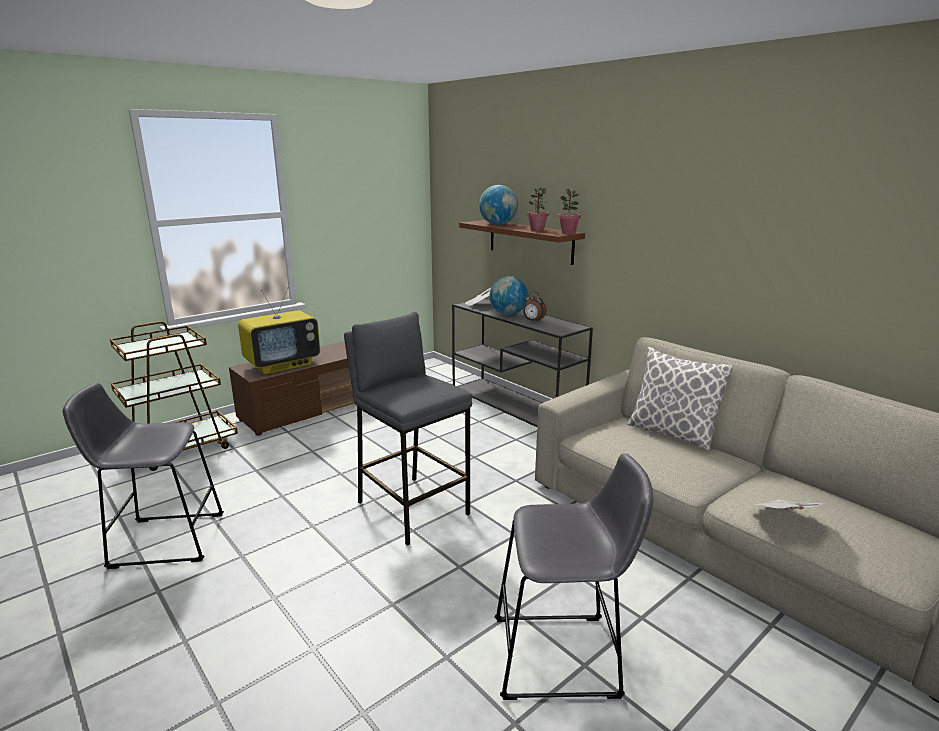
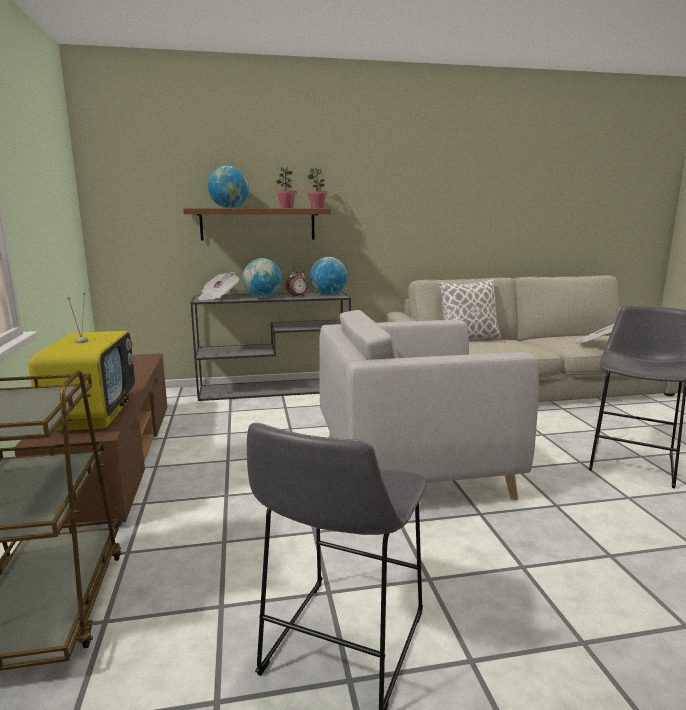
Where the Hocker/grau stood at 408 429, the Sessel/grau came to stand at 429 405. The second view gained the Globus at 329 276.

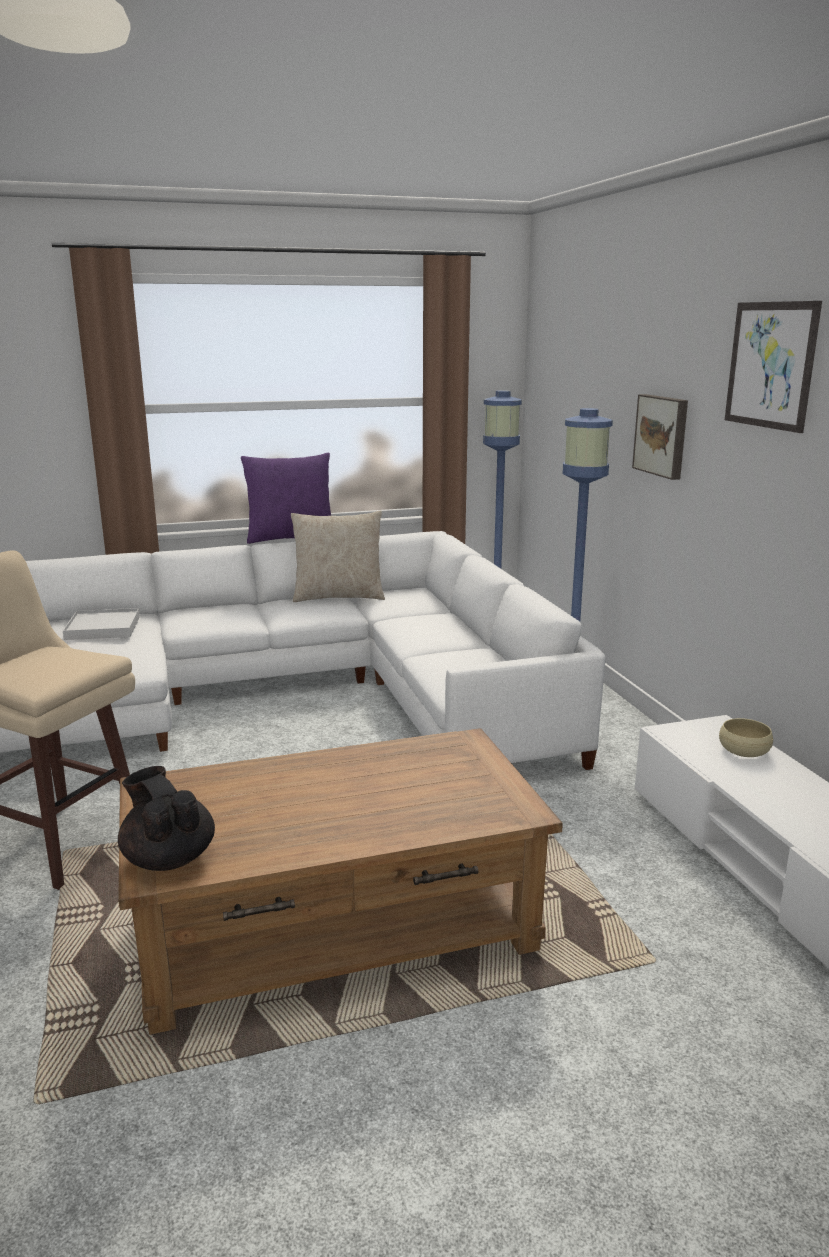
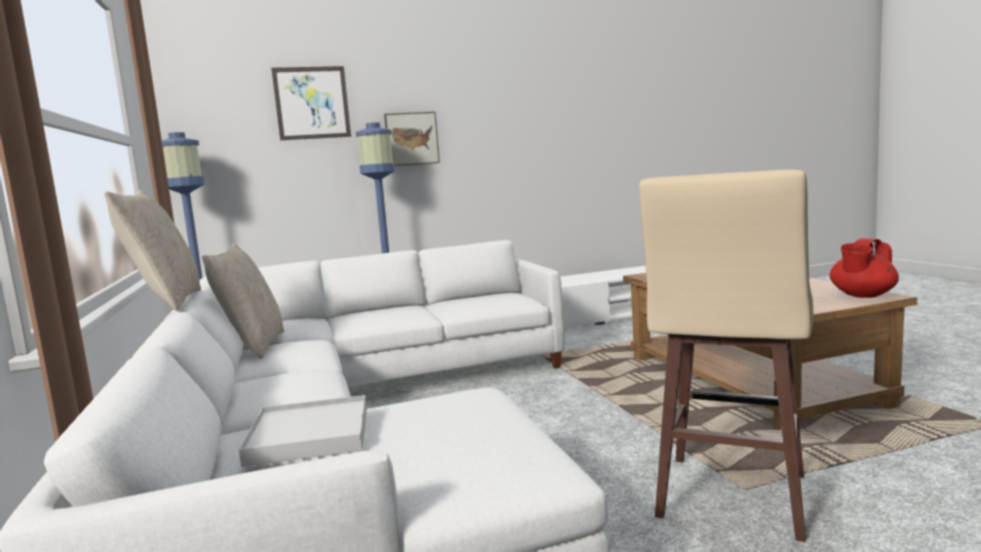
What was the Teekanne/schwarz at 166 818 turned into the Teekanne/rot at 864 268. What was the Kissen/lila at 286 498 turned into the Kissen/beige at 152 250. The second view lost the Schüssel/beige at 746 737. The Bild ended up elsewhere, having gone from 773 367 to 311 103.

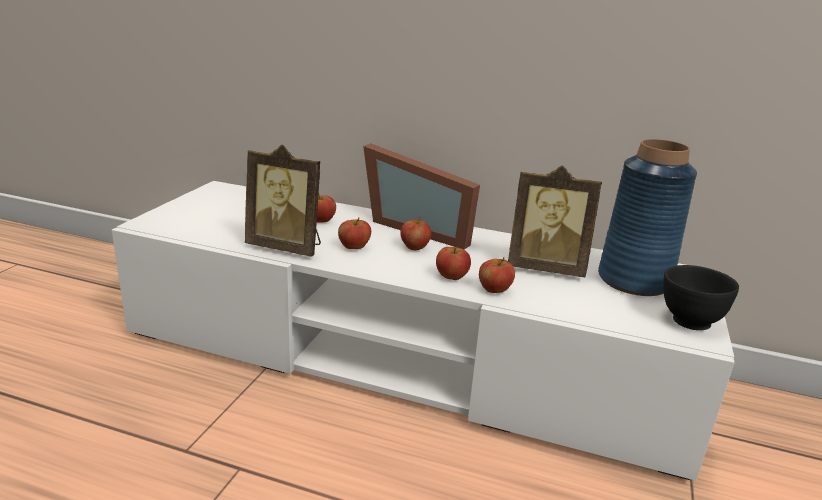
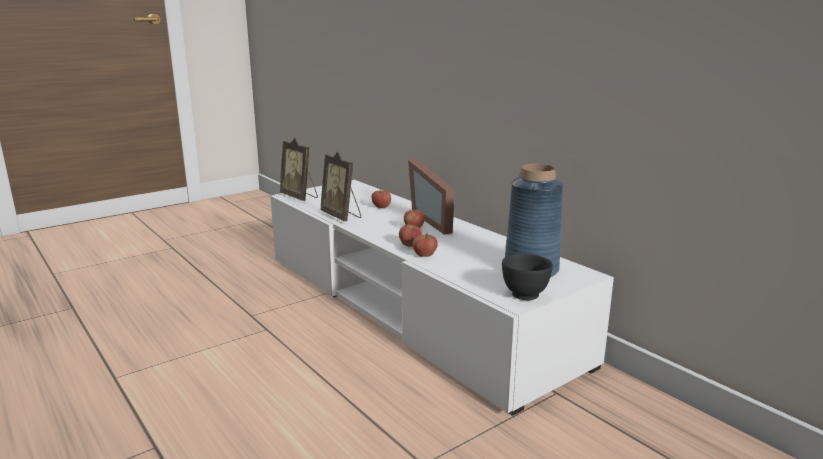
The second view lost the Apfel at 354 233. The Bilderrahmen ended up elsewhere, having gone from 555 221 to 299 169.

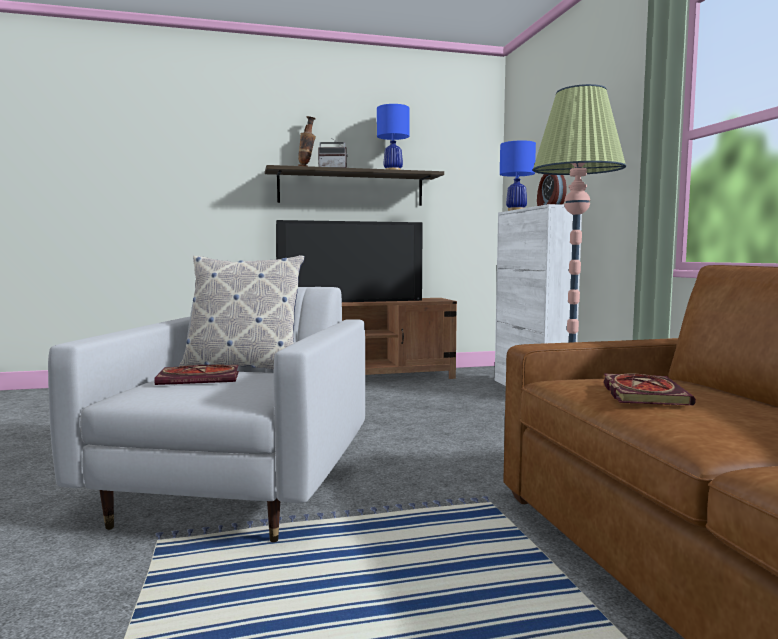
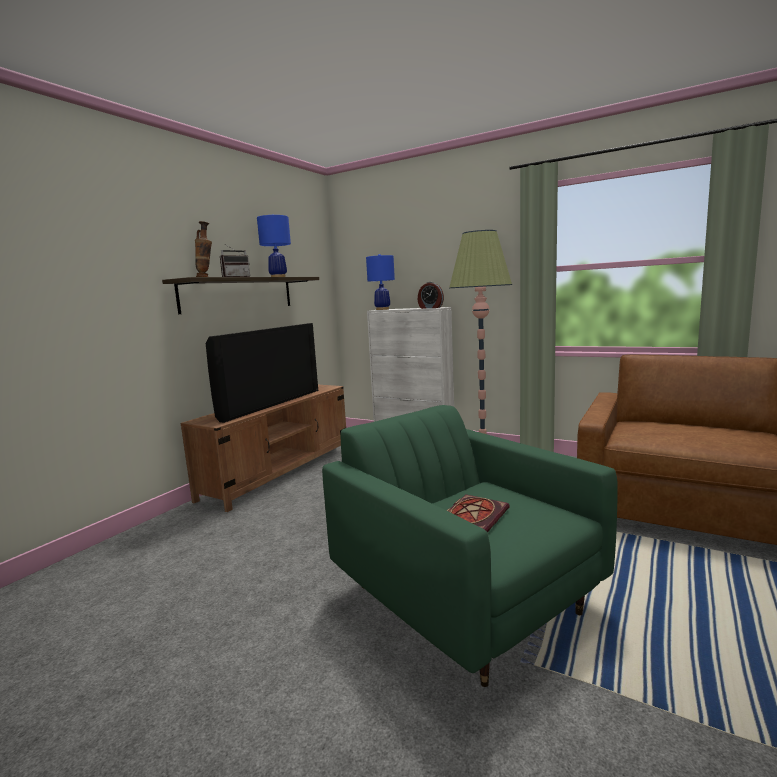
What was the Sessel/weiß at 206 414 turned into the Sessel/grün at 470 546. The second view lost the Kissen at 242 312. The second view lost the Buch at 649 389.

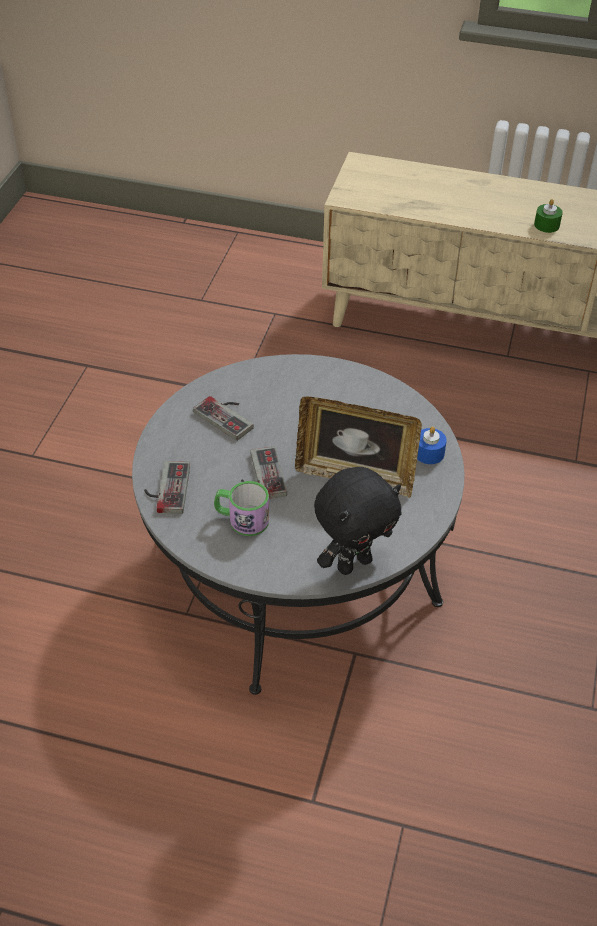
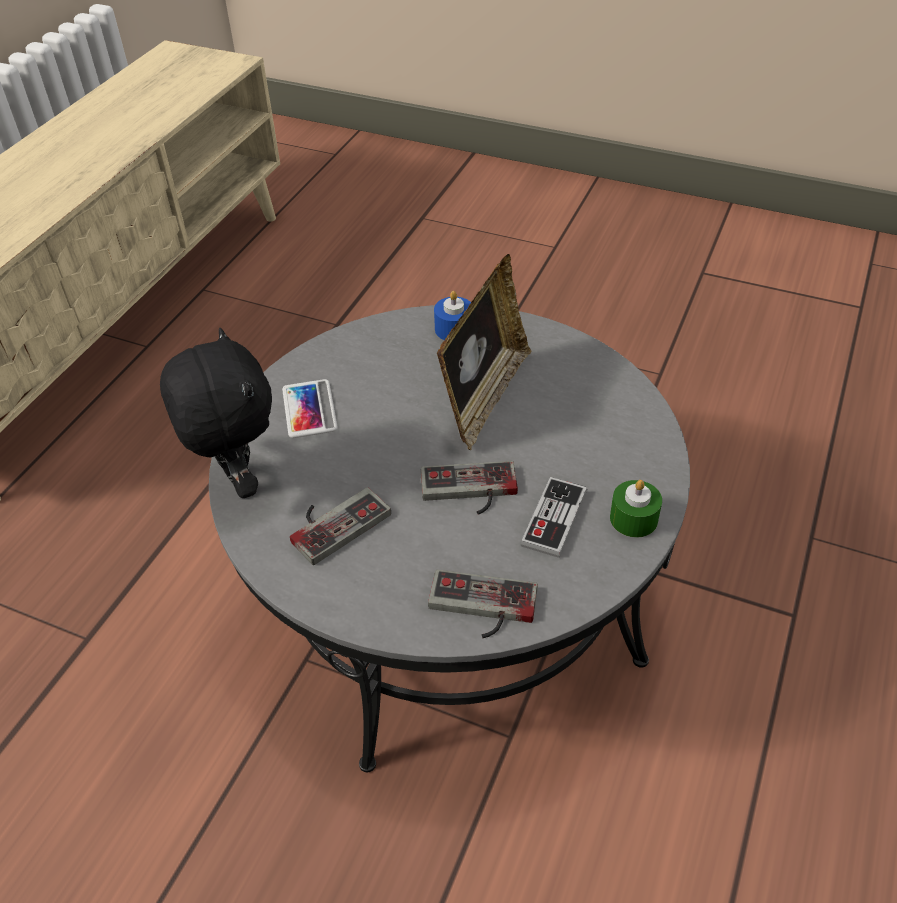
Where the Henkelbecher stood at 241 508, the Gamepad came to stand at 554 517. The Plüschtier/schwarz ended up elsewhere, having gone from 357 521 to 216 413. The Kerze/grün ended up elsewhere, having gone from 548 216 to 636 509. The second view gained the Handy at 310 408.

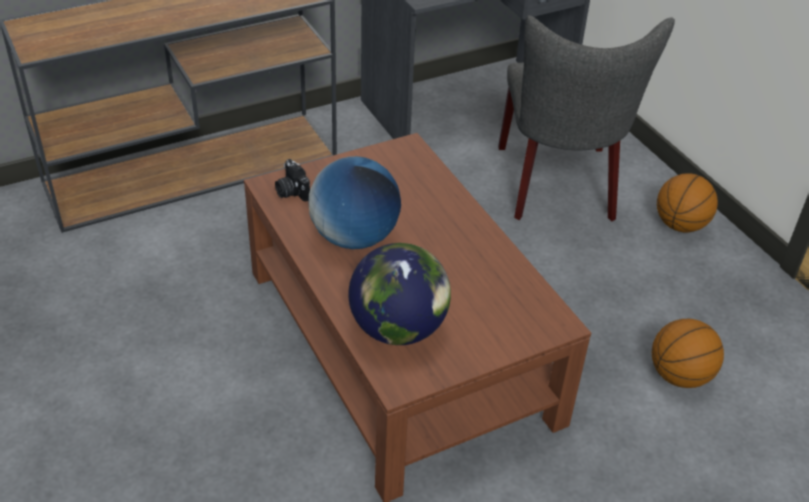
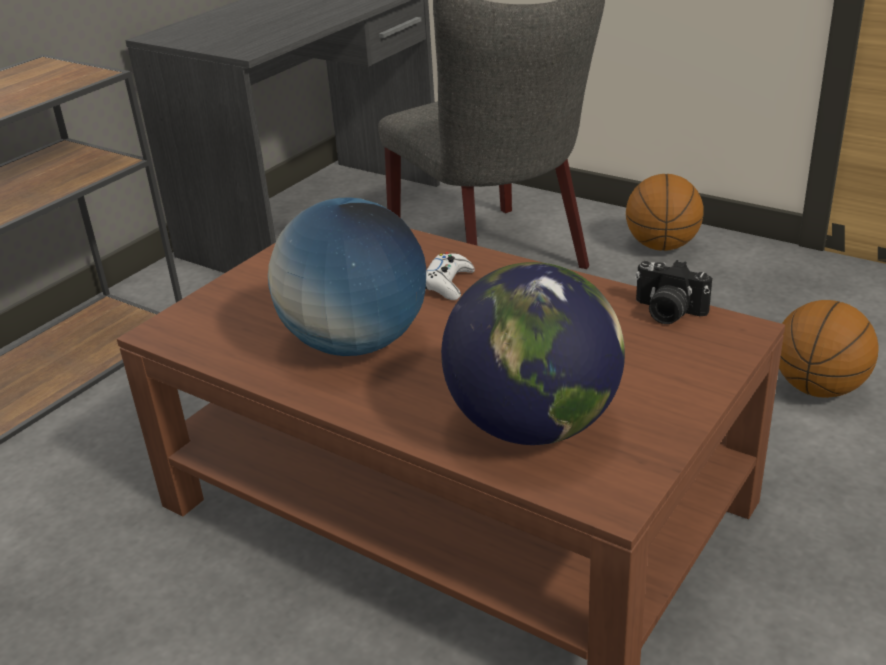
The Kamera ended up elsewhere, having gone from 292 180 to 673 292. The second view gained the Gamepad/weiß at 450 276.

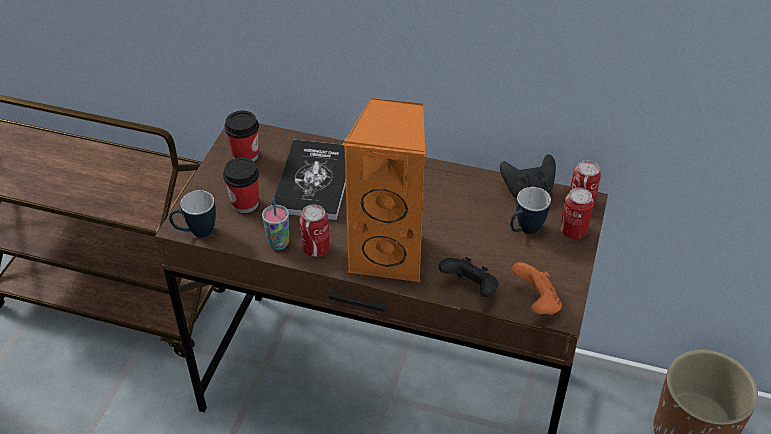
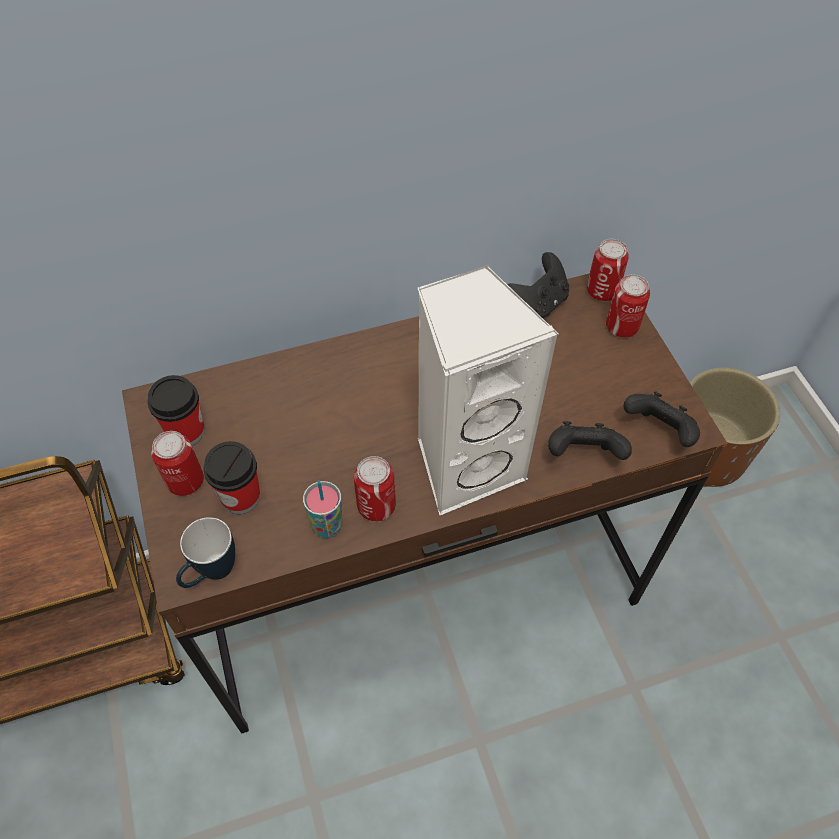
The second view lost the Buch at 309 180. What was the Lautsprecher/orange at 383 189 turned into the Lautsprecher/weiß at 488 389. The second view lost the Henkelbecher at 530 210. What was the Gamepad/orange at 537 288 turned into the Gamepad/schwarz at 661 419. The second view gained the Dose at 177 463.

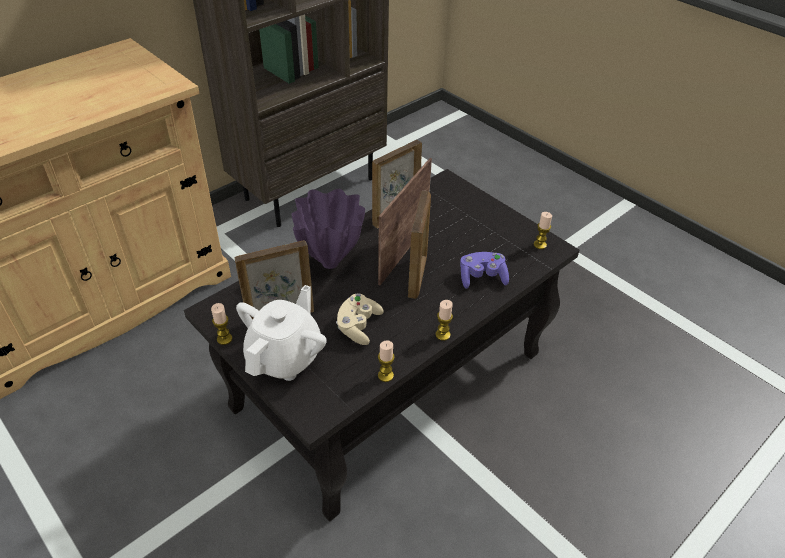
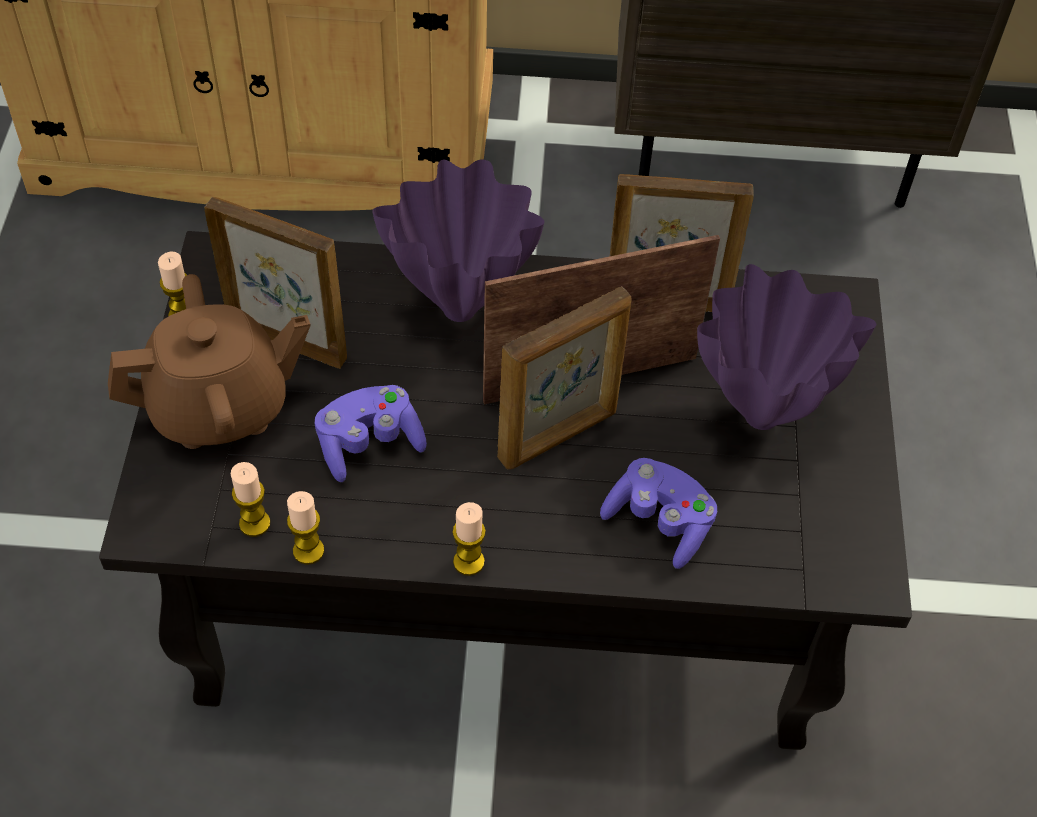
What was the Teekanne/weiß at 281 333 turned into the Teekanne/braun at 209 361. What was the Gamepad/beige at 360 319 turned into the Gamepad/lila at 371 433. The Kerze ended up elsewhere, having gone from 543 230 to 251 499. The second view gained the Vase/lila at 786 347.

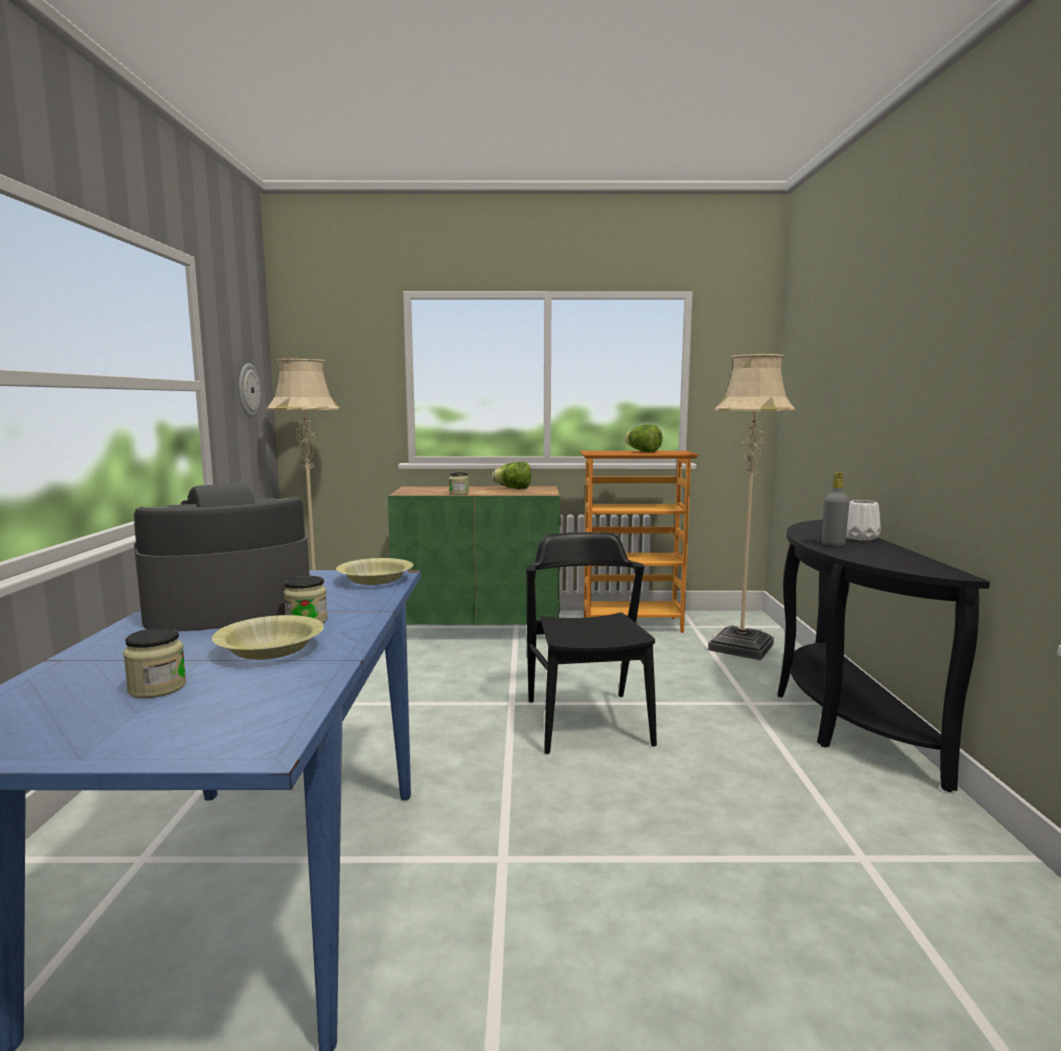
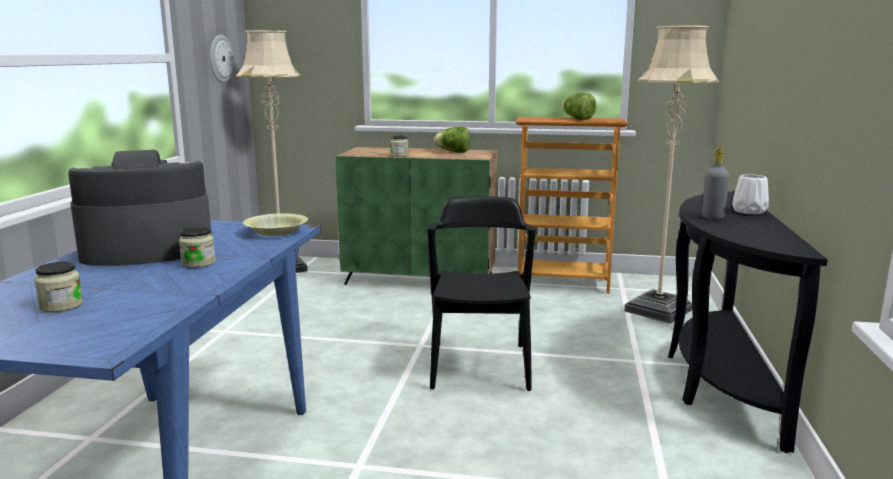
The second view lost the Schüssel/gelb at 268 637.

